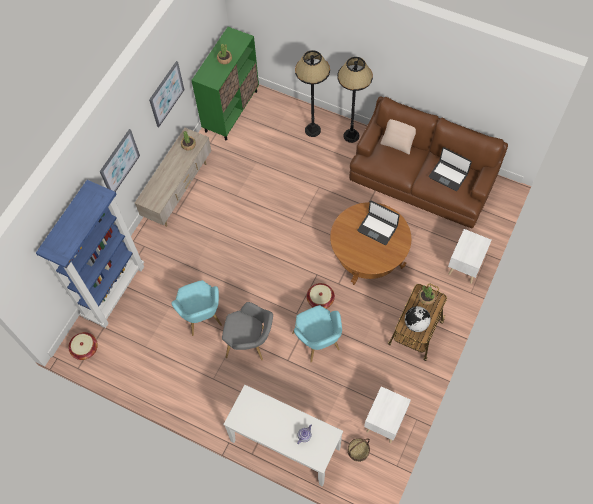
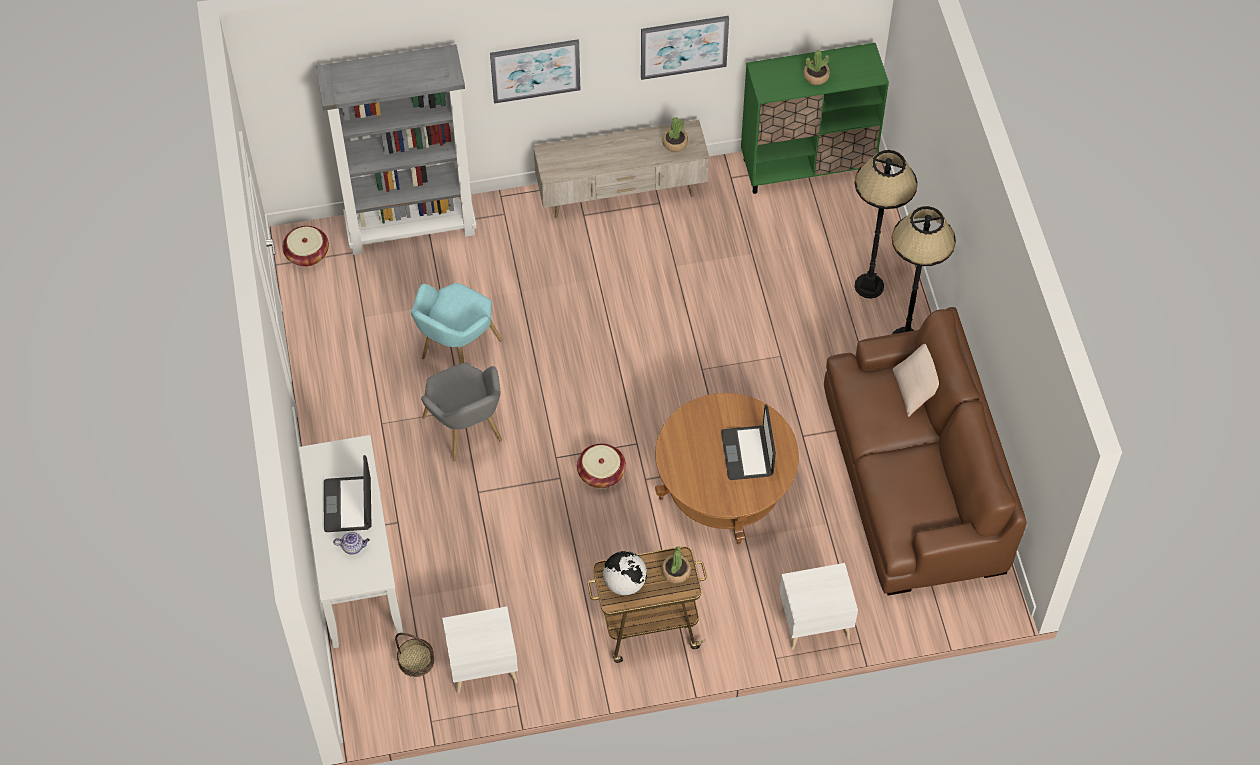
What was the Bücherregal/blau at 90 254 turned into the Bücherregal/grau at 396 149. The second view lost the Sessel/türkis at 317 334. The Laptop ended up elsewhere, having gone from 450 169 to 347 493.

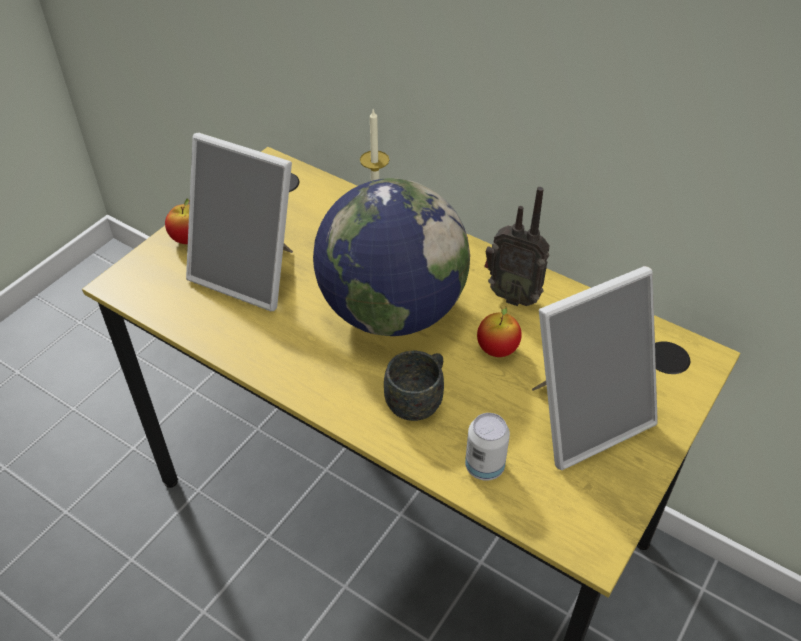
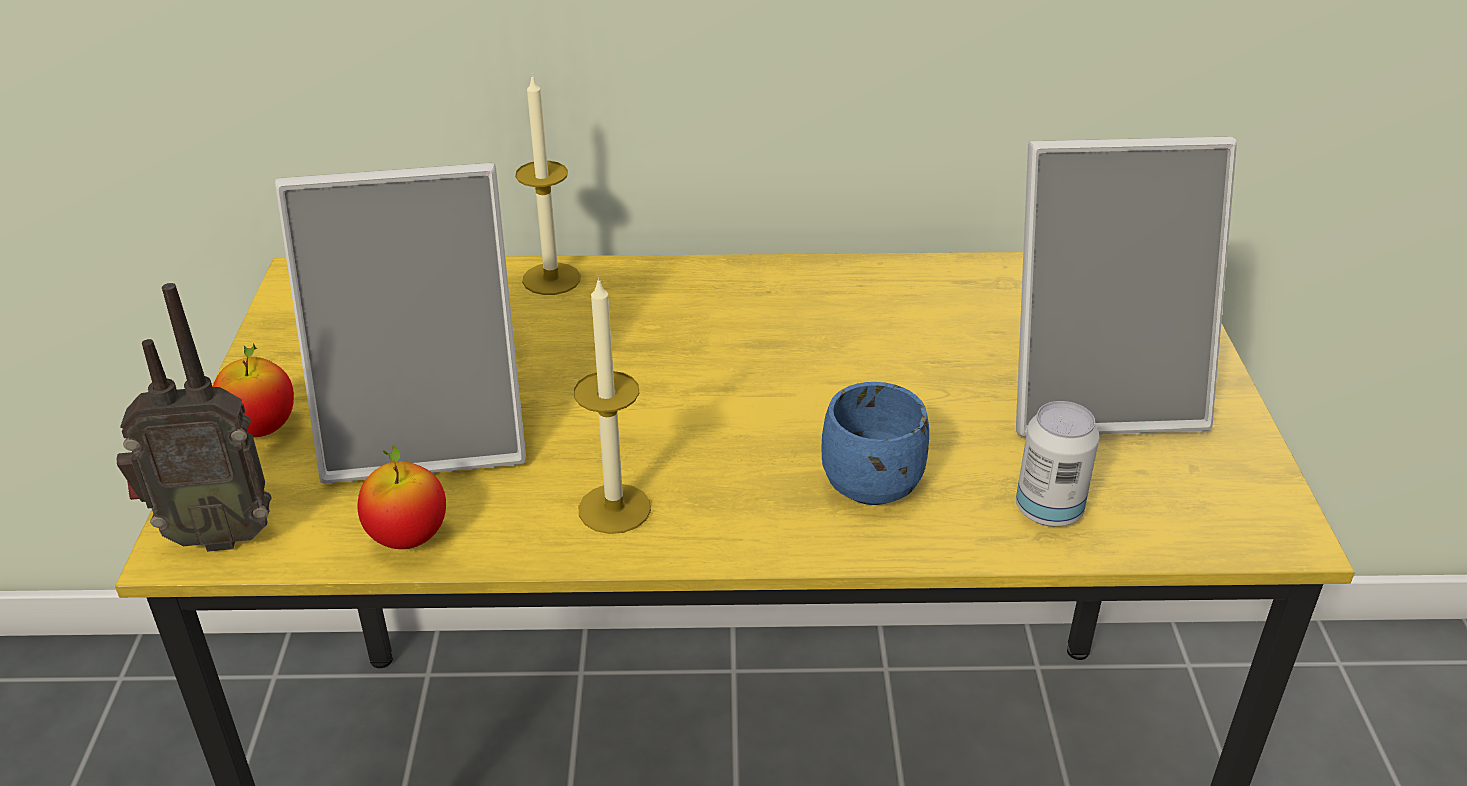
The second view lost the Globus at 391 257. What was the Henkelbecher/grau at 414 386 turned into the Henkelbecher/blau at 875 443. The Apfel ended up elsewhere, having gone from 499 331 to 402 497. The Radio ended up elsewhere, having gone from 517 246 to 194 417. The Bilderrahmen at 595 368 ended up facing another way, 60 degrees clockwise from before. The second view gained the Kerze at 612 405.

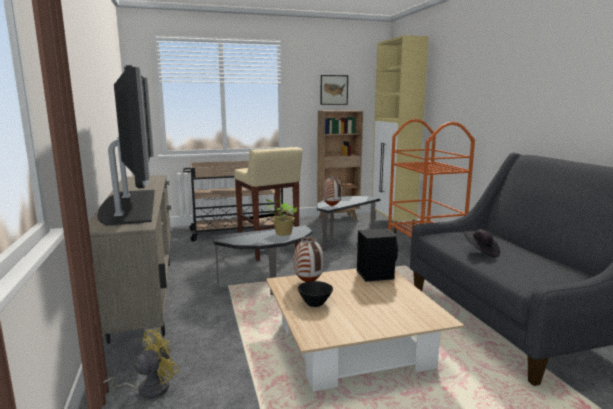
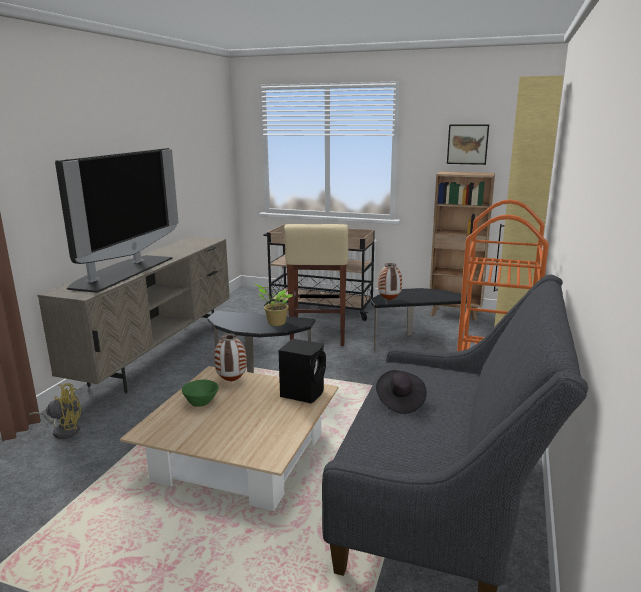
What was the Schüssel/schwarz at 315 294 turned into the Schüssel/grün at 200 393.

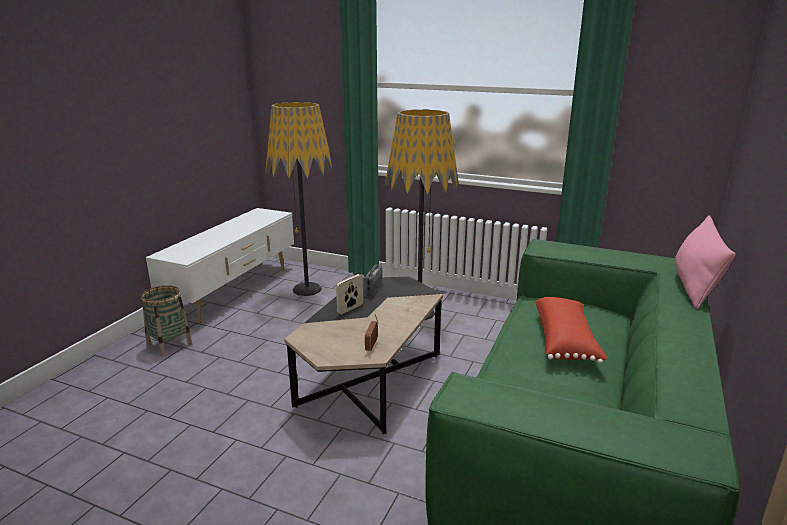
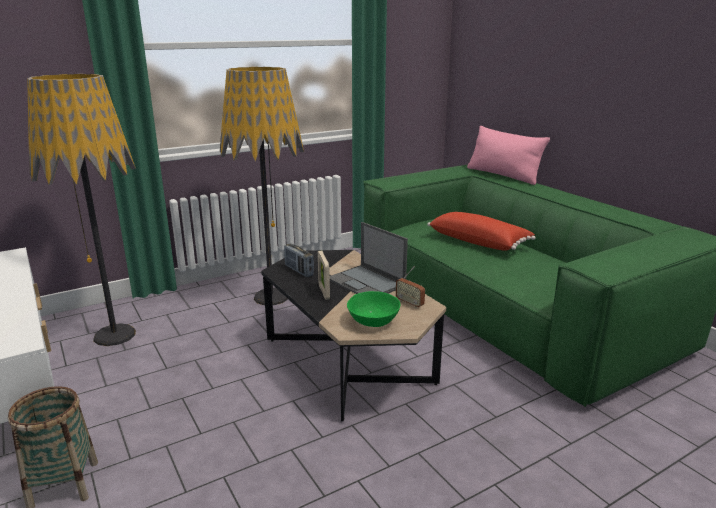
The second view gained the Laptop at 369 258. The second view gained the Schüssel/grün at 373 309.

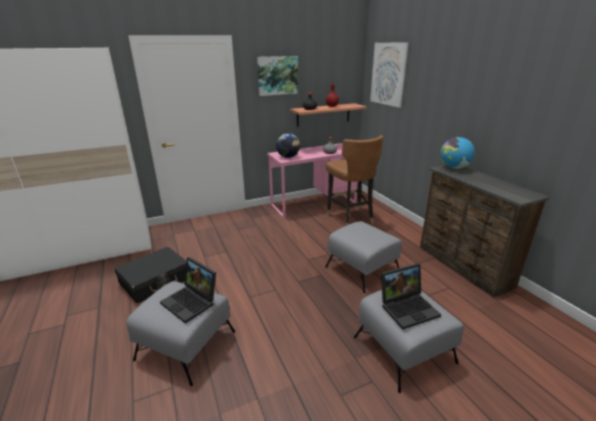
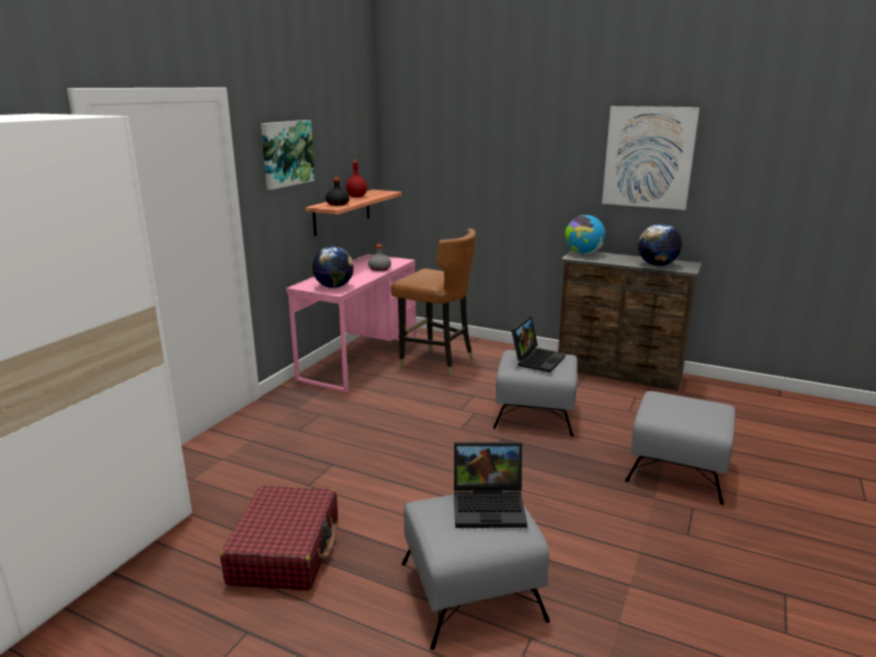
What was the Koffer/schwarz at 150 275 turned into the Koffer/rot at 279 538. The Bild ended up elsewhere, having gone from 389 75 to 651 158. The Laptop ended up elsewhere, having gone from 411 296 to 538 344. The second view gained the Globus at 660 245.

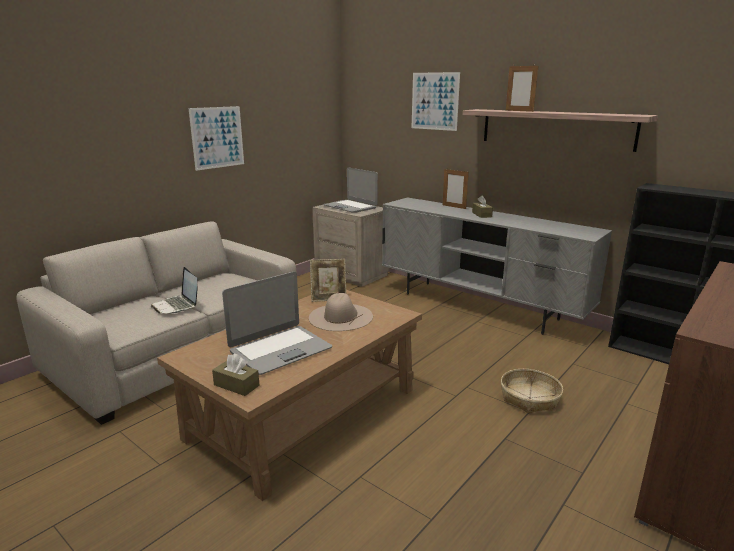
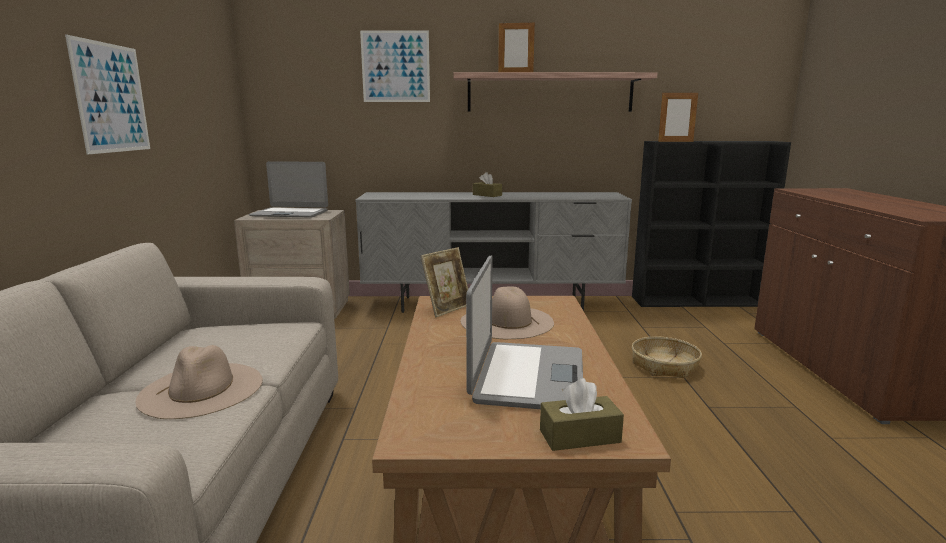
Where the Laptop stood at 174 290, the Hut/beige came to stand at 199 382. The Bilderrahmen ended up elsewhere, having gone from 456 188 to 678 116.

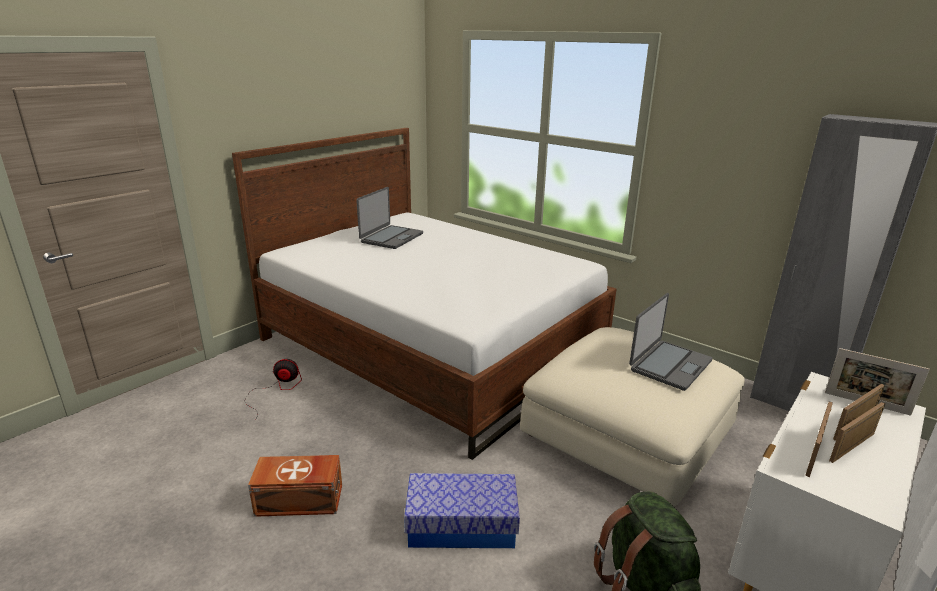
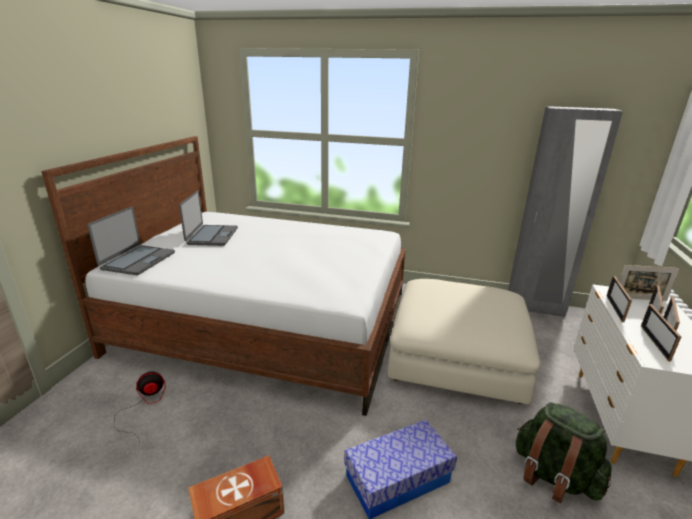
The Laptop ended up elsewhere, having gone from 670 342 to 131 241. The second view gained the Bilderrahmen at 619 299.

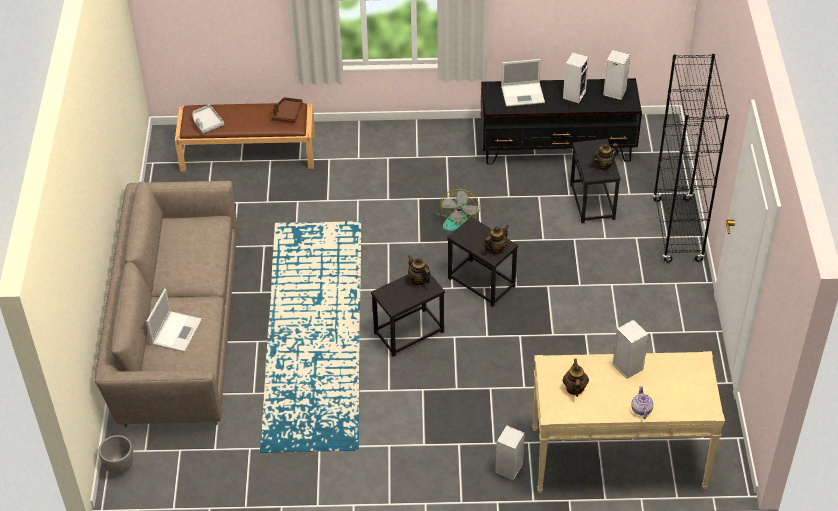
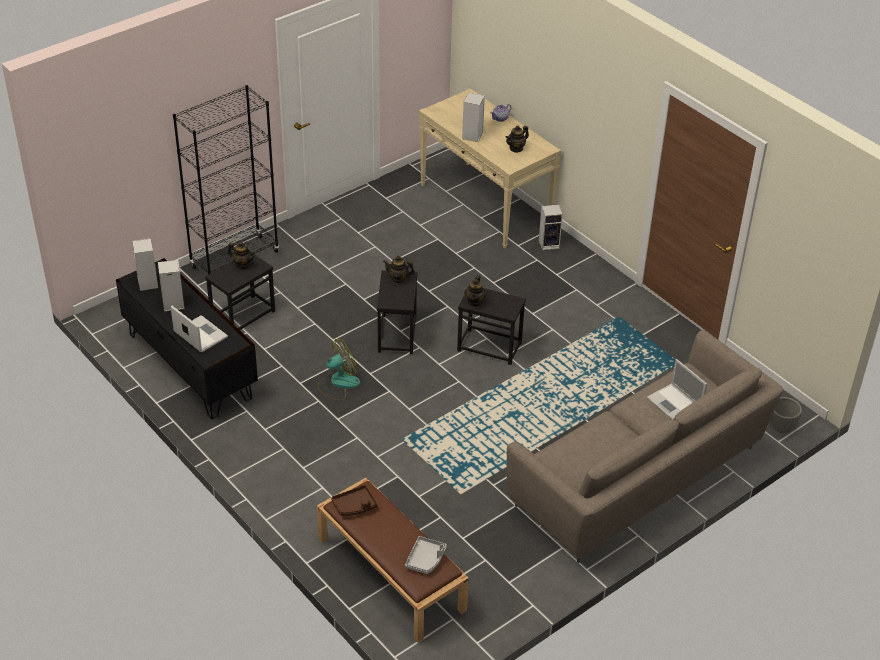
The Laptop at 174 320 ended up facing another way, 105 degrees counterclockwise from before.

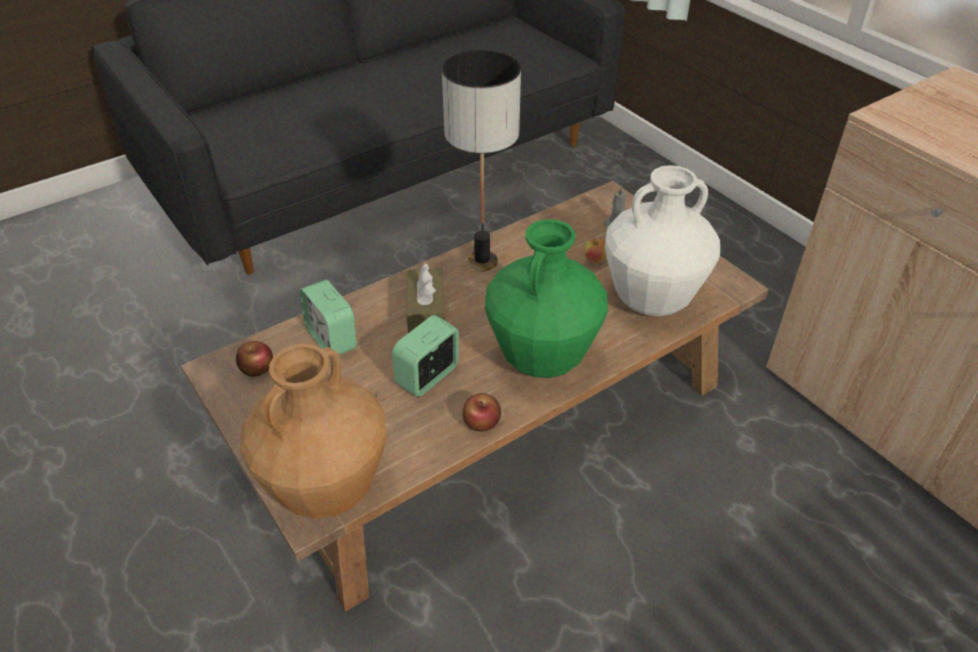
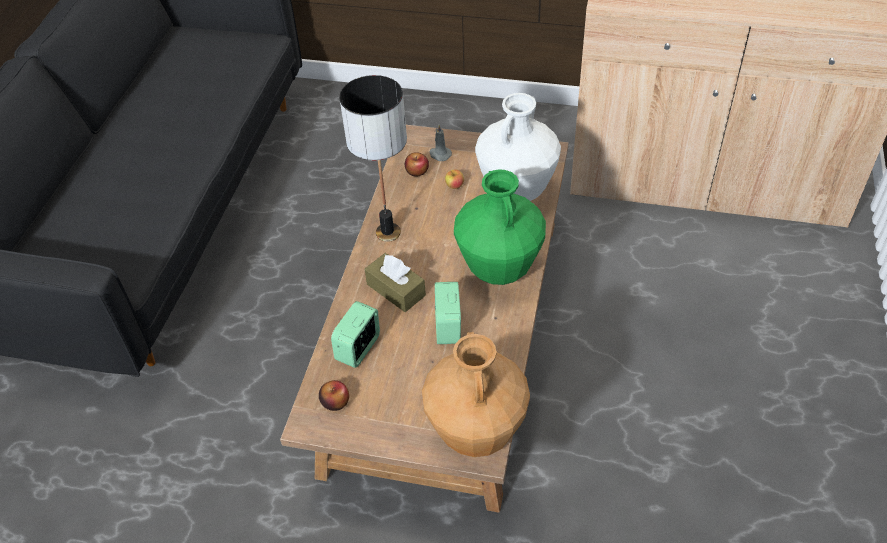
The Wecker at 328 319 ended up facing another way, 105 degrees clockwise from before. The Apfel ended up elsewhere, having gone from 482 412 to 417 164.

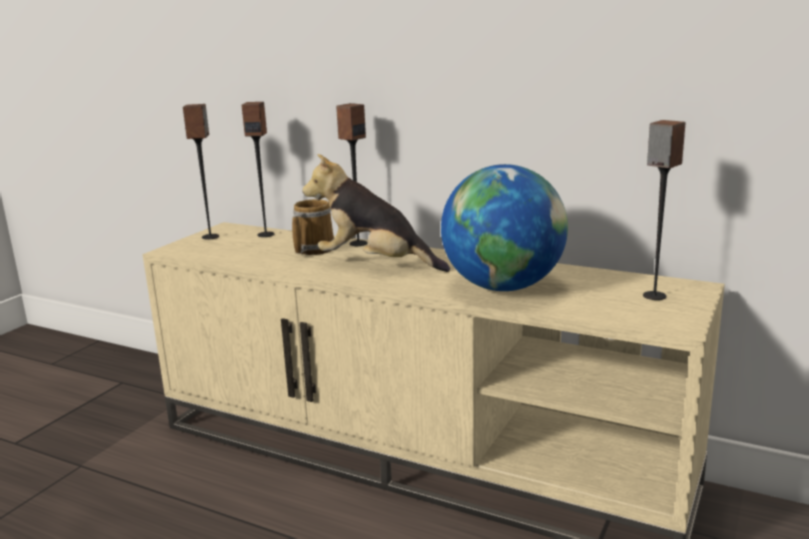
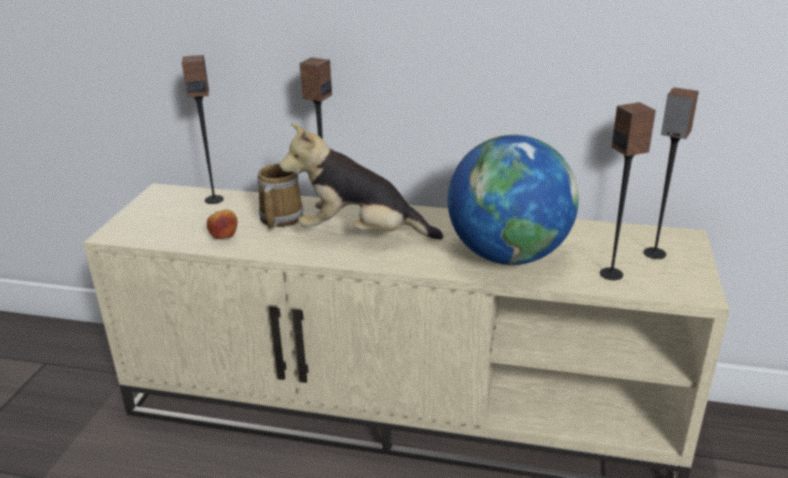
The Lautsprecher ended up elsewhere, having gone from 201 172 to 628 191. The second view gained the Apfel at 222 224.

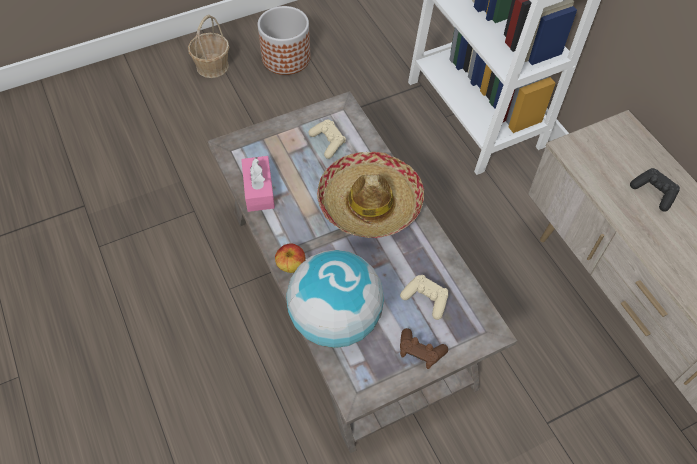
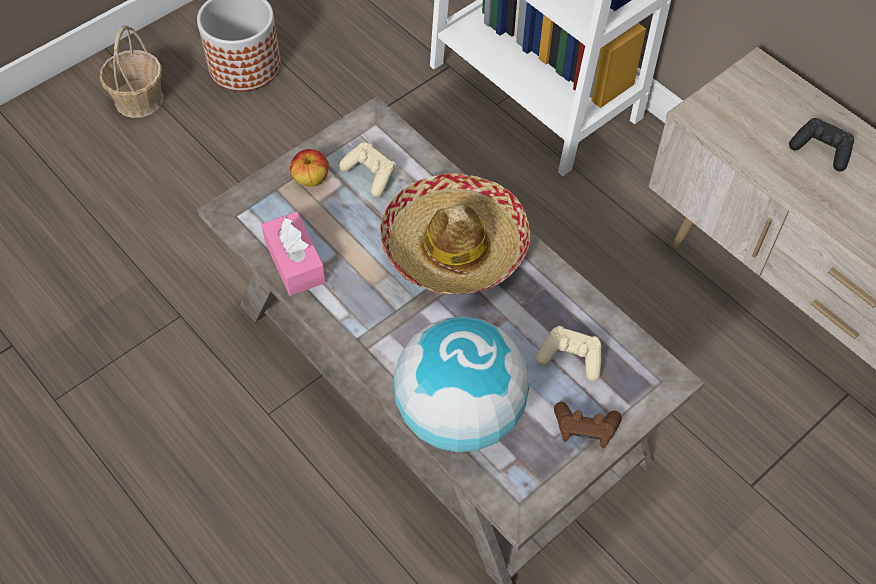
The Apfel ended up elsewhere, having gone from 290 258 to 309 167.

